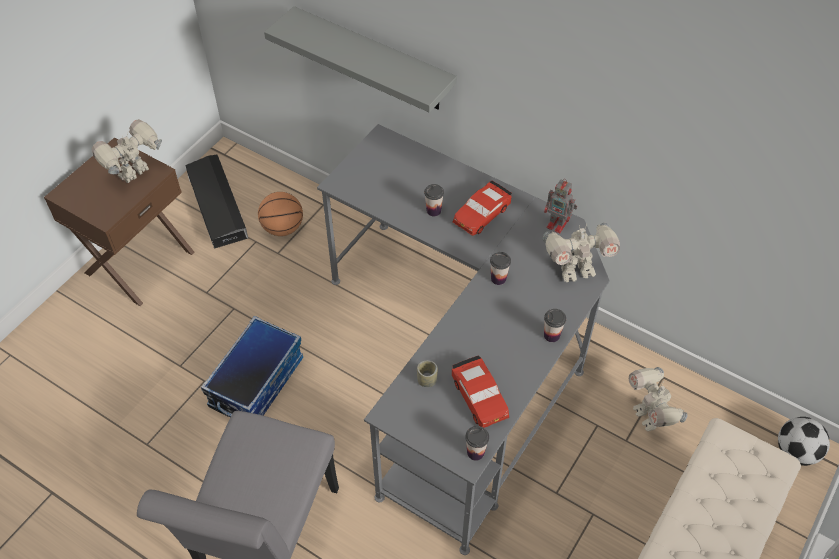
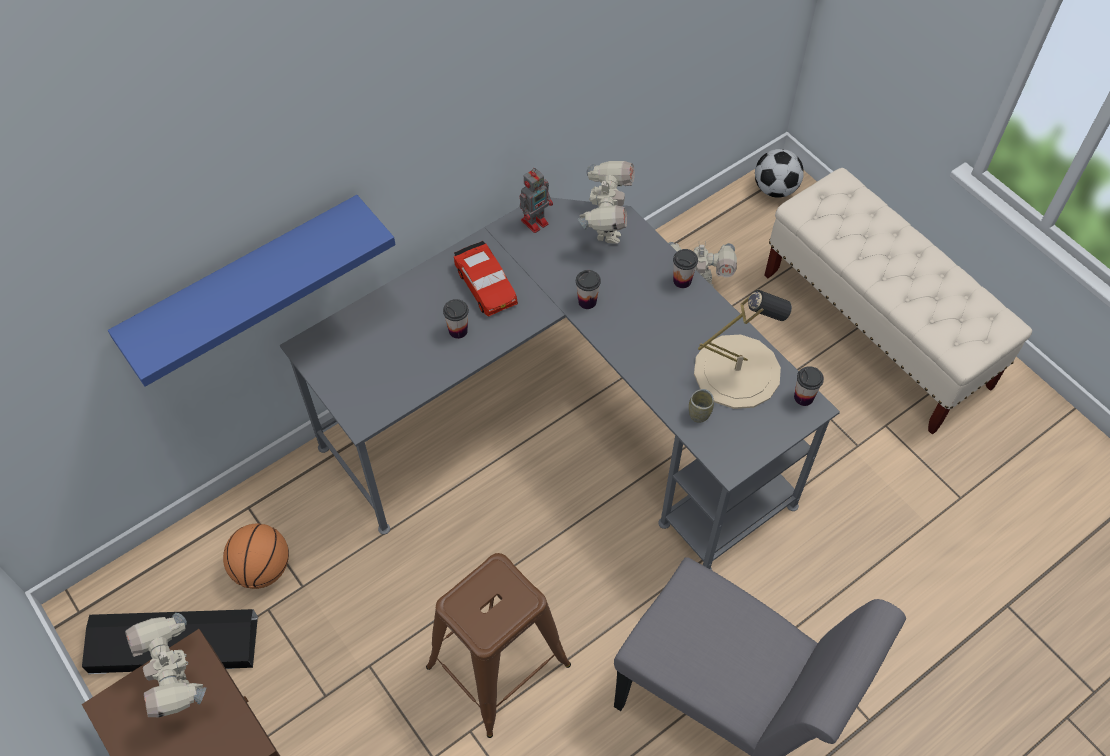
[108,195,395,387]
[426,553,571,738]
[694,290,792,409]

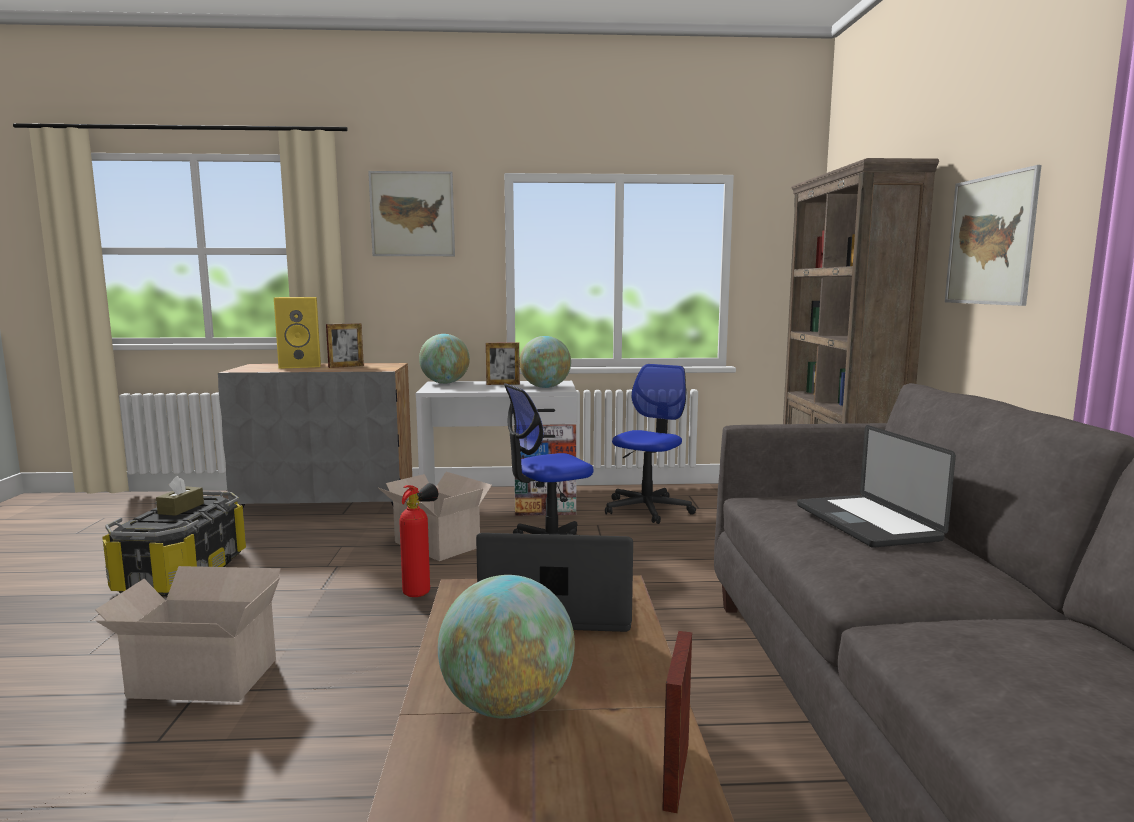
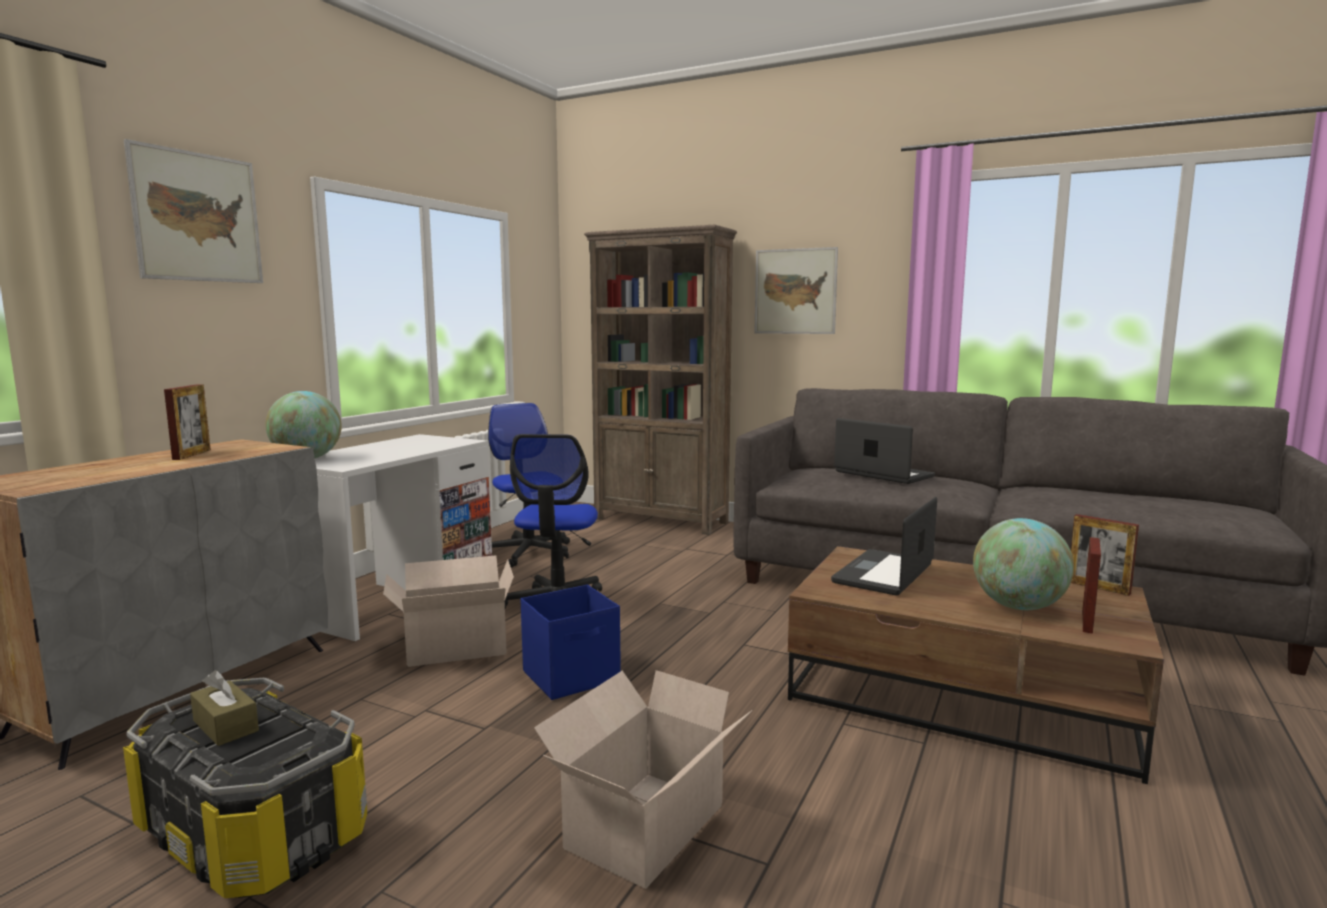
[521,585,621,700]
[834,418,935,484]
[1082,537,1101,634]
[274,297,321,369] (first image)
[519,336,571,388] (first image)

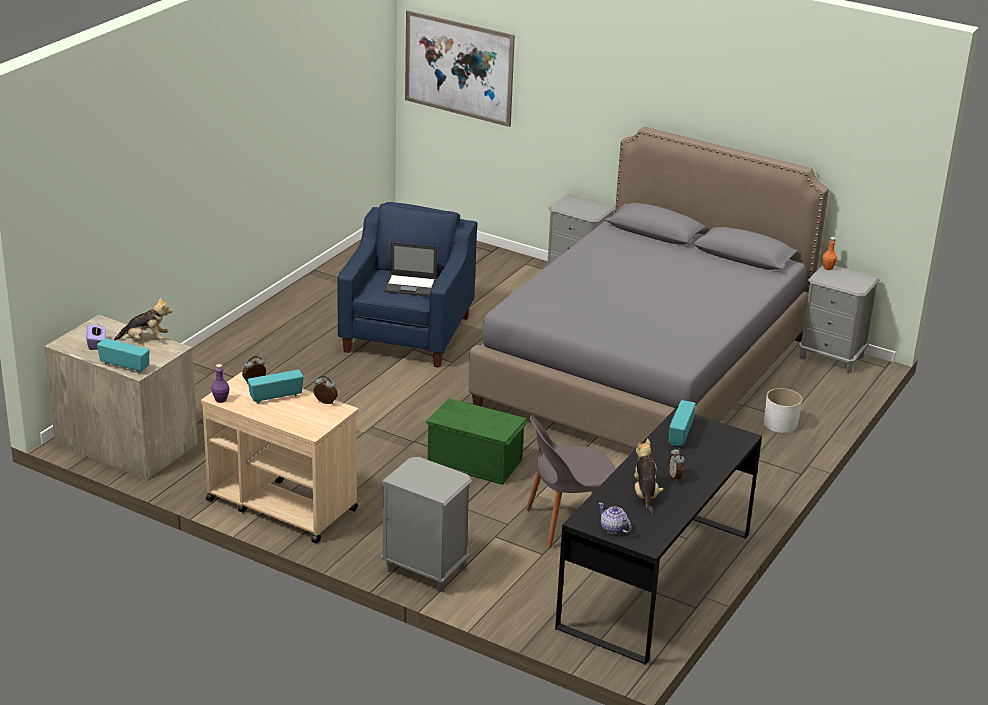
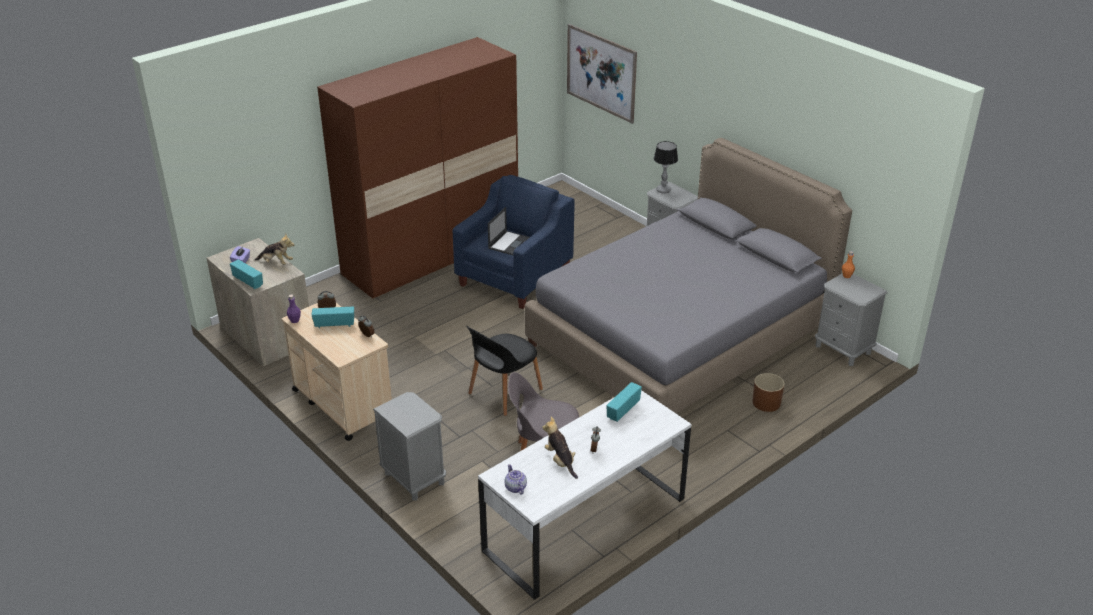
[317,37,518,299]
[466,326,543,416]
[478,390,692,600]
[488,207,530,255]
[542,416,578,479]
[654,141,678,194]
[752,373,785,412]

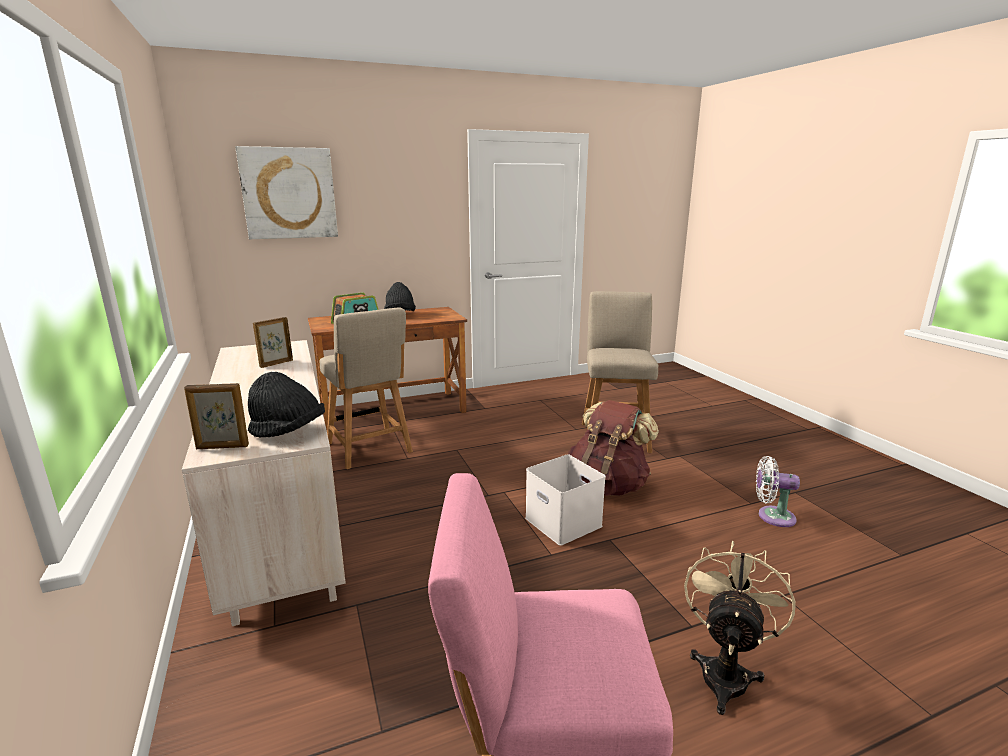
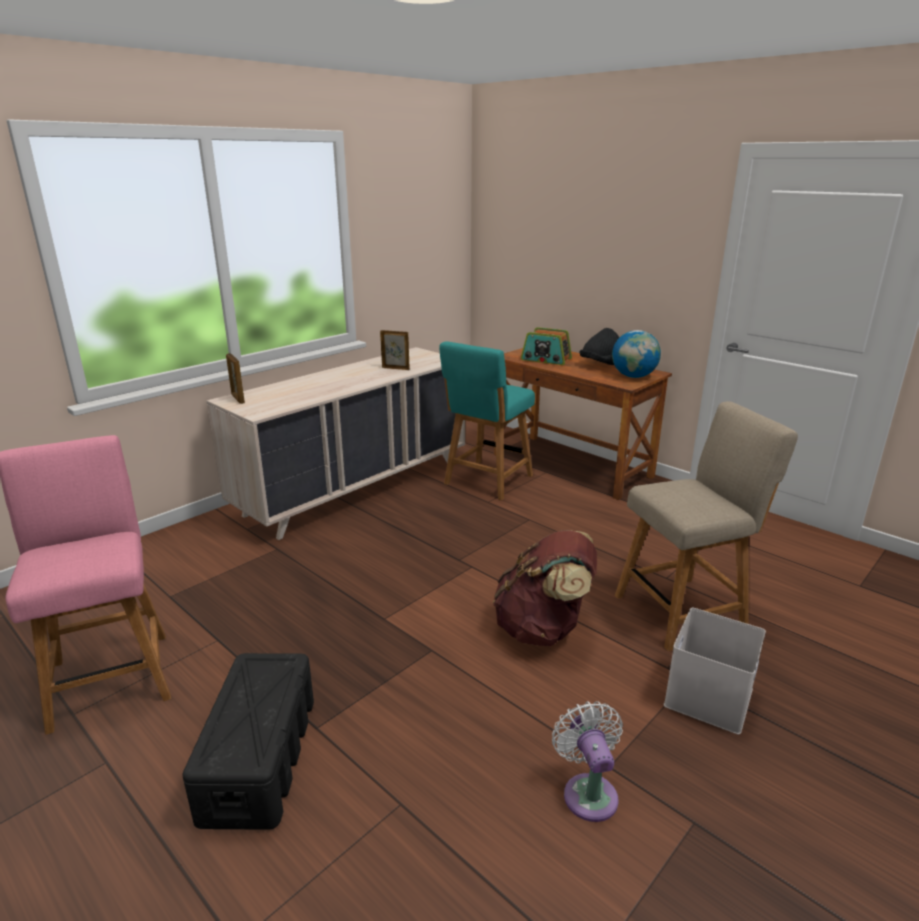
[183,653,314,830]
[439,341,535,500]
[612,330,661,378]
[664,608,766,734]
[235,146,338,239] (first image)
[248,372,325,438] (first image)

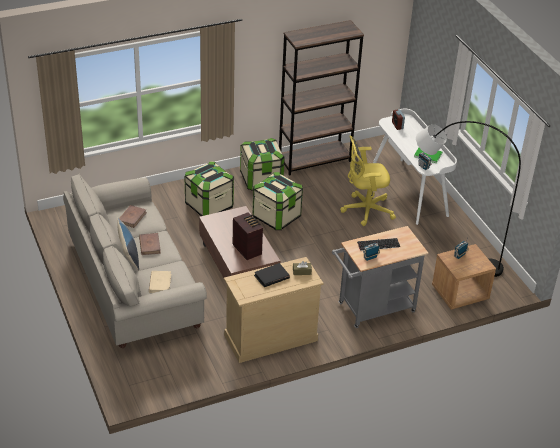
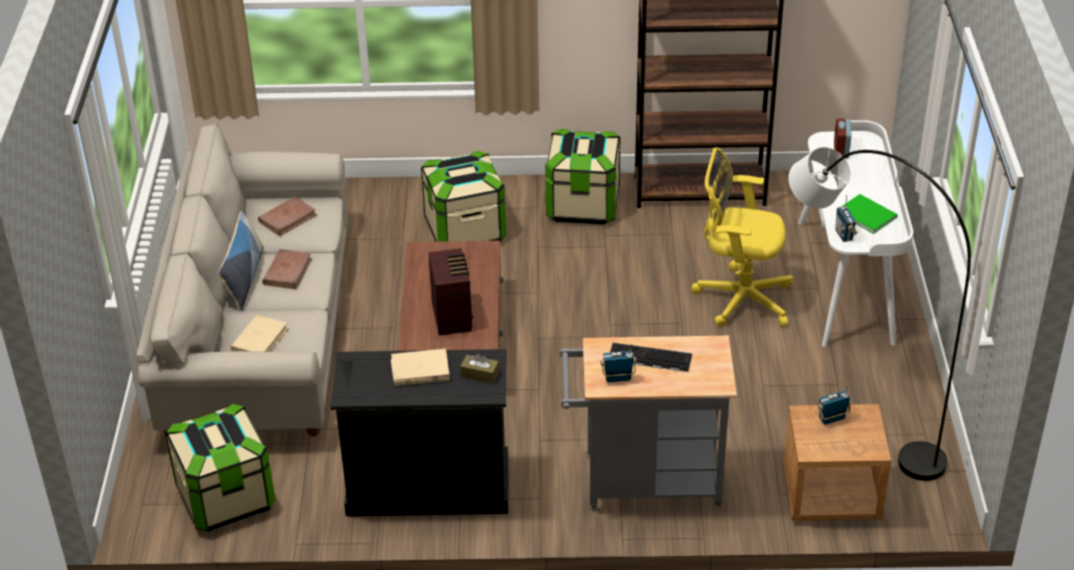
[165,404,275,531]
[331,349,508,516]
[391,349,450,386]

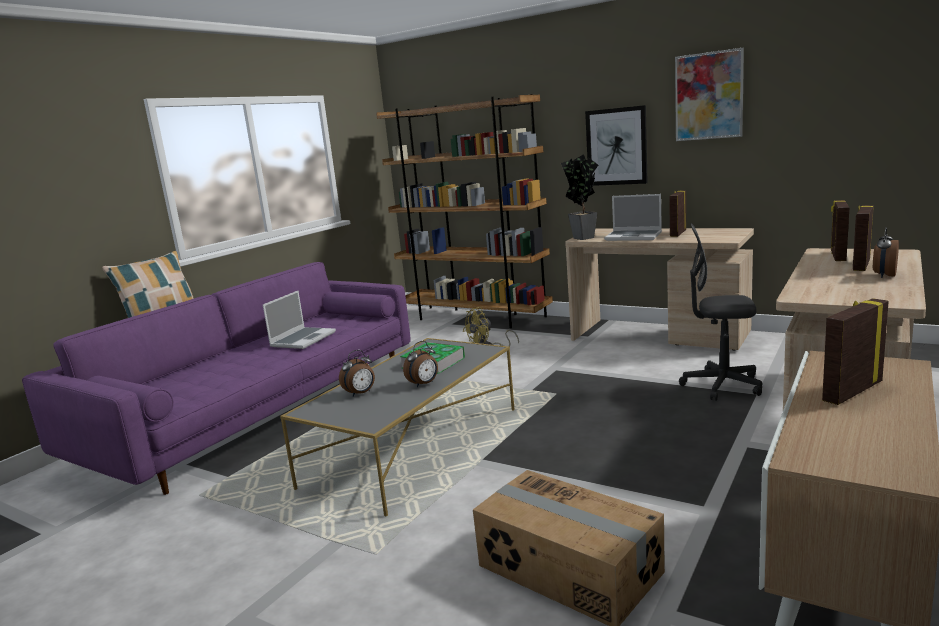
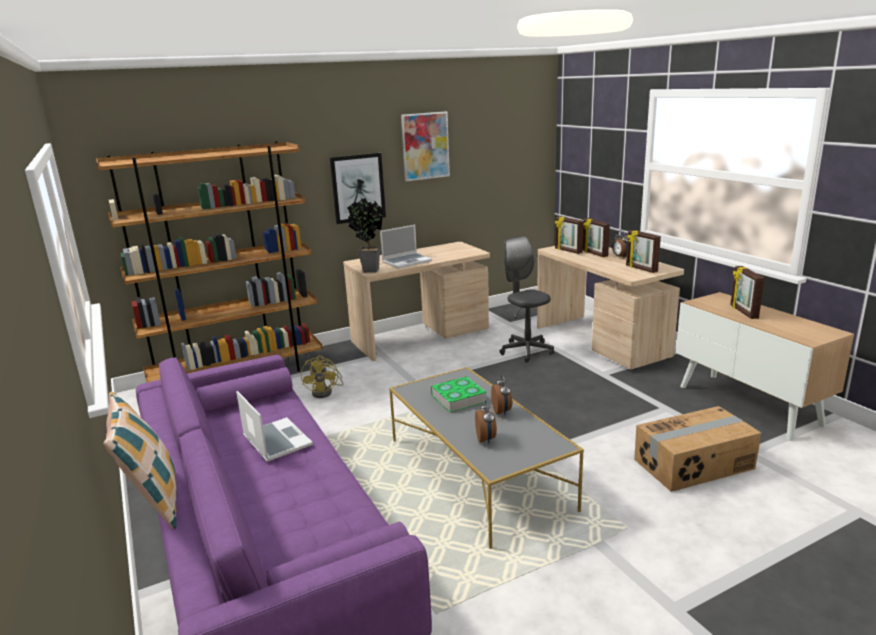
[500,236,554,363]
[626,230,661,273]

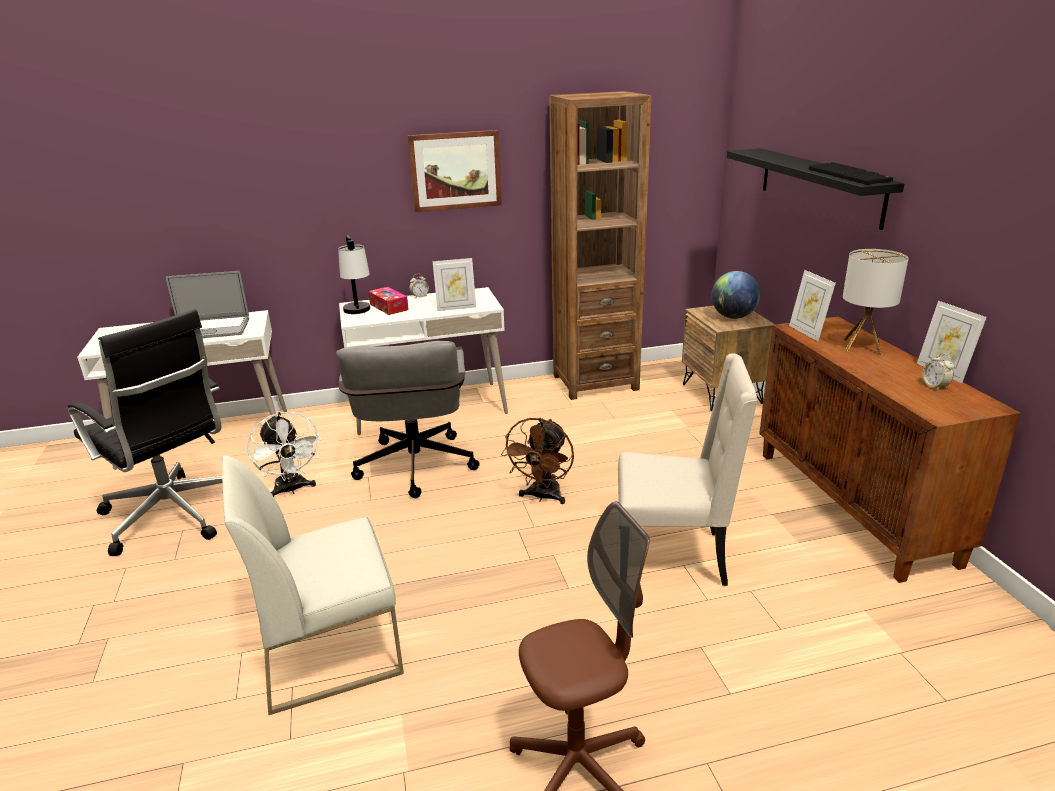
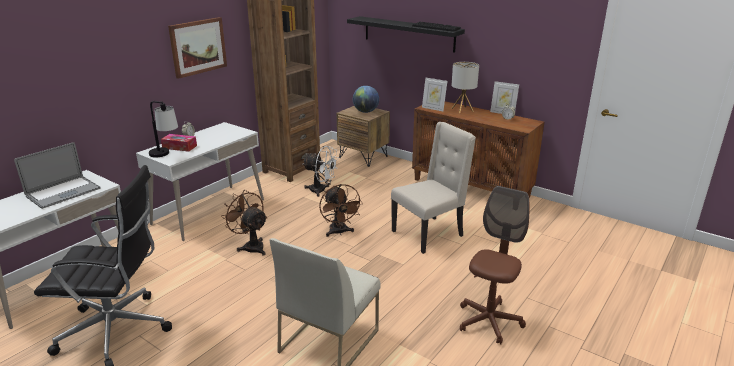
[221,190,267,256]
[303,146,339,197]
[433,258,476,311] (first image)

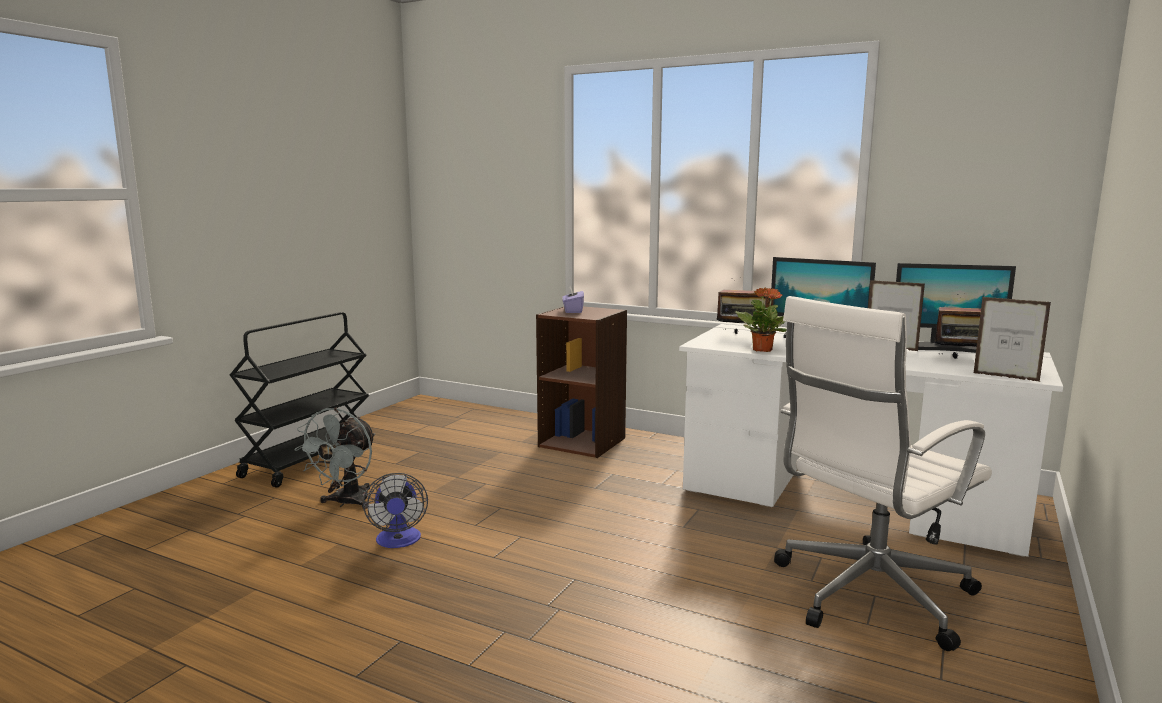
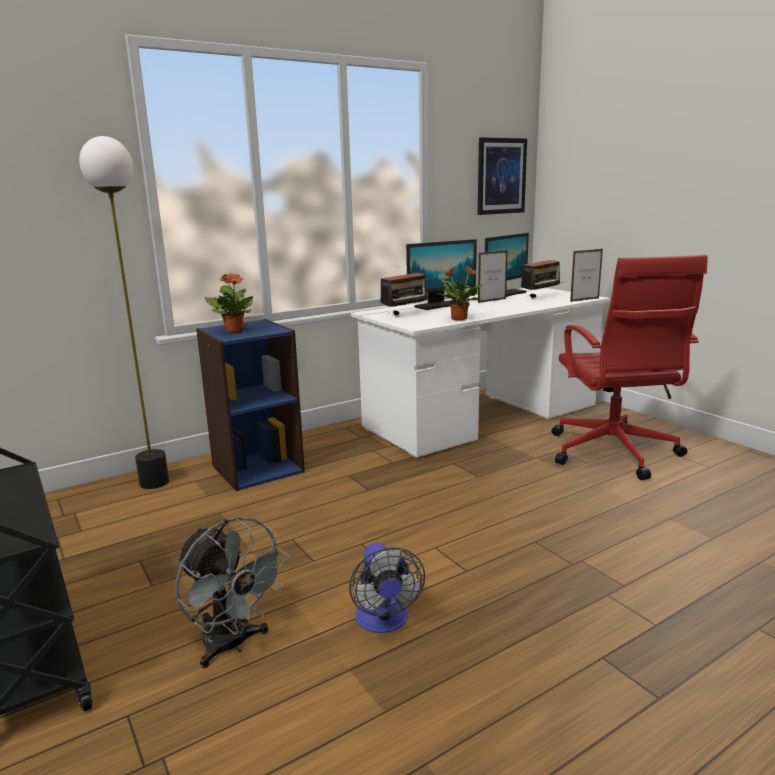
[79,136,169,489]
[196,319,305,491]
[205,273,253,333]
[349,543,425,633]
[478,137,527,215]
[552,255,708,480]

